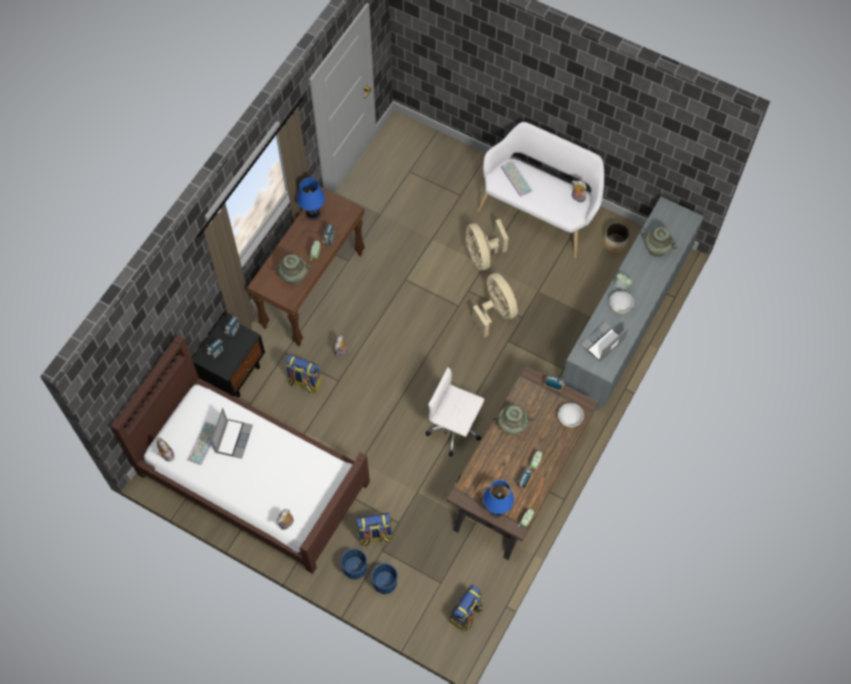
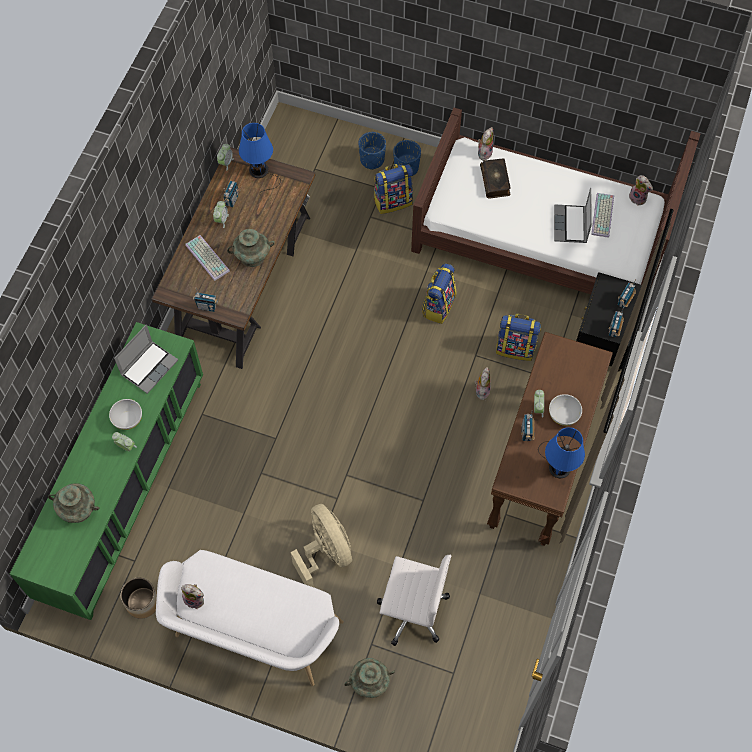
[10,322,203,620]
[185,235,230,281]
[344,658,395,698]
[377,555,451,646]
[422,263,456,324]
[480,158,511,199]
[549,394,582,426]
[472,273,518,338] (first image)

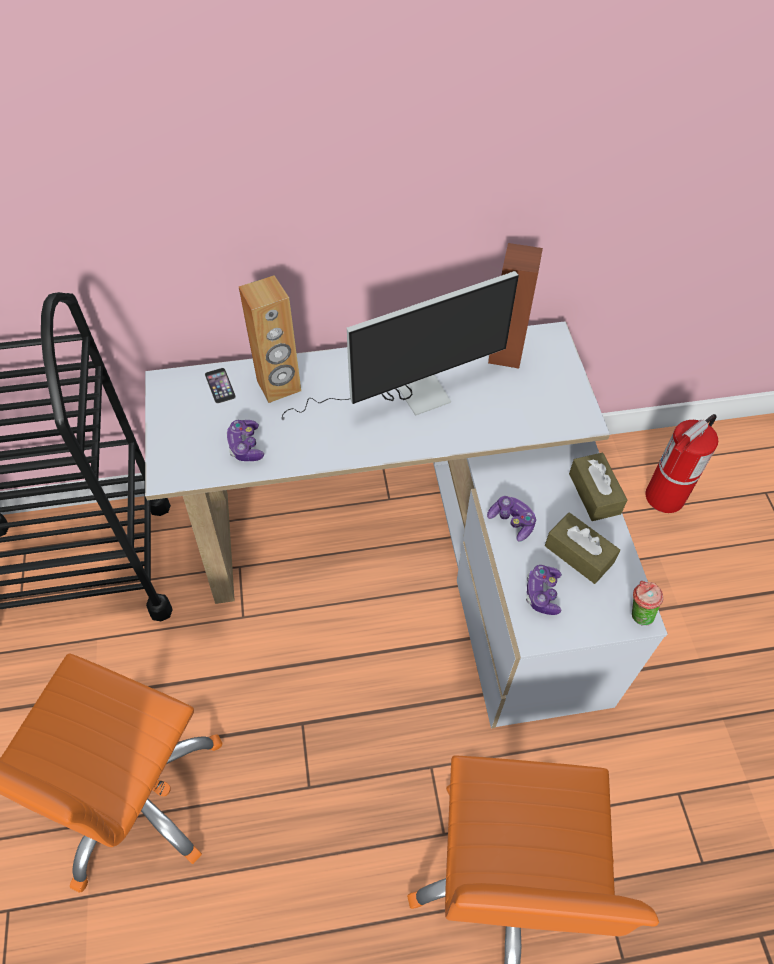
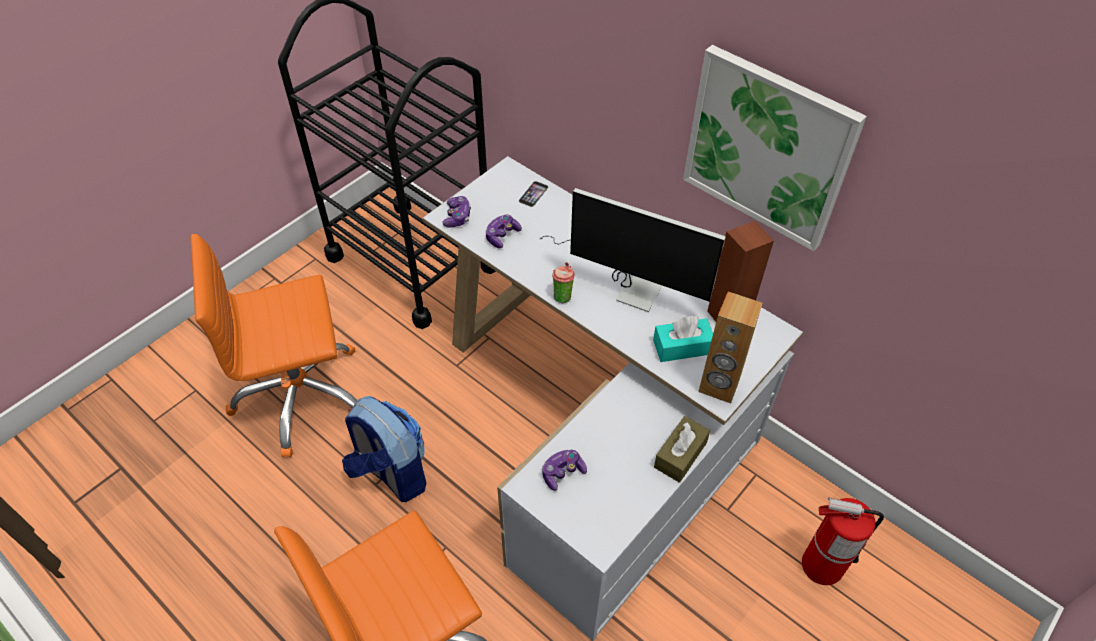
[342,396,426,502]
[442,196,471,228]
[552,262,575,303]
[653,316,713,362]
[683,45,867,251]
[698,292,762,404]
[545,512,620,584] (first image)

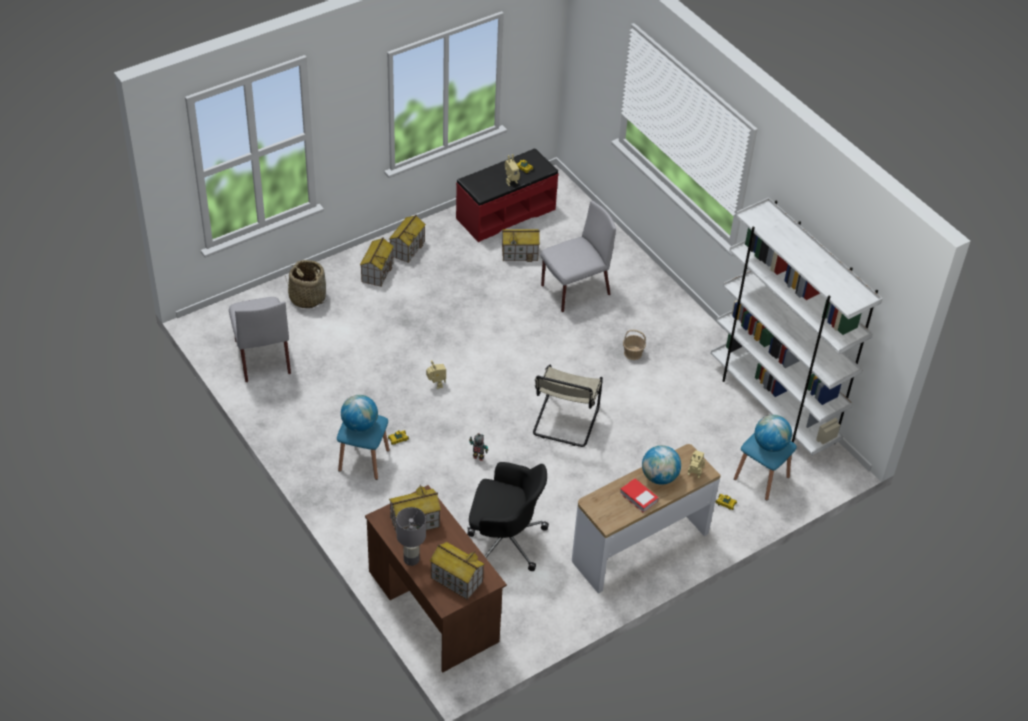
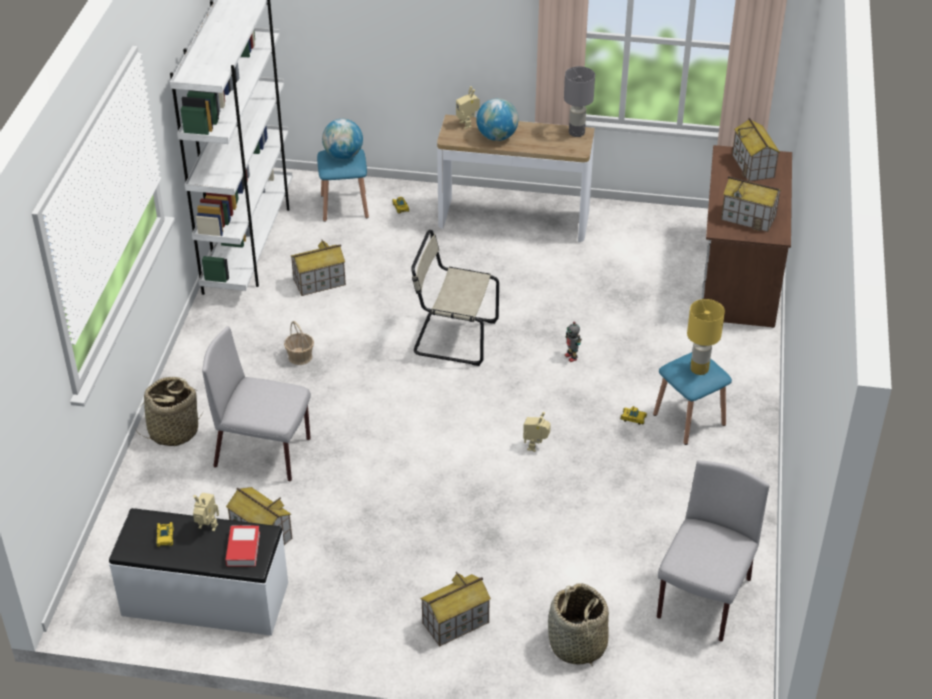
[109,508,288,636]
[135,377,203,446]
[225,526,260,566]
[291,239,346,296]
[411,230,499,366]
[564,66,595,137]
[687,299,725,375]
[467,462,549,571] (first image)

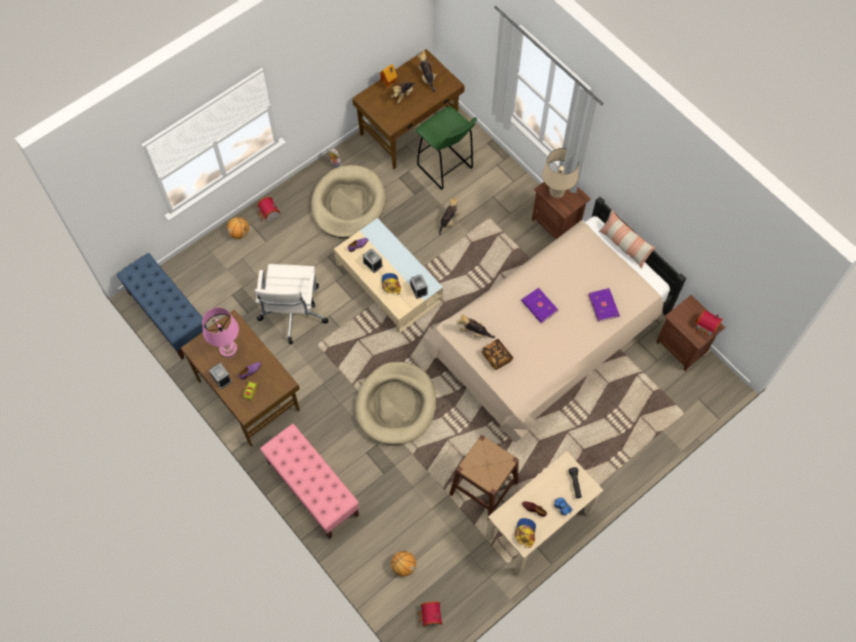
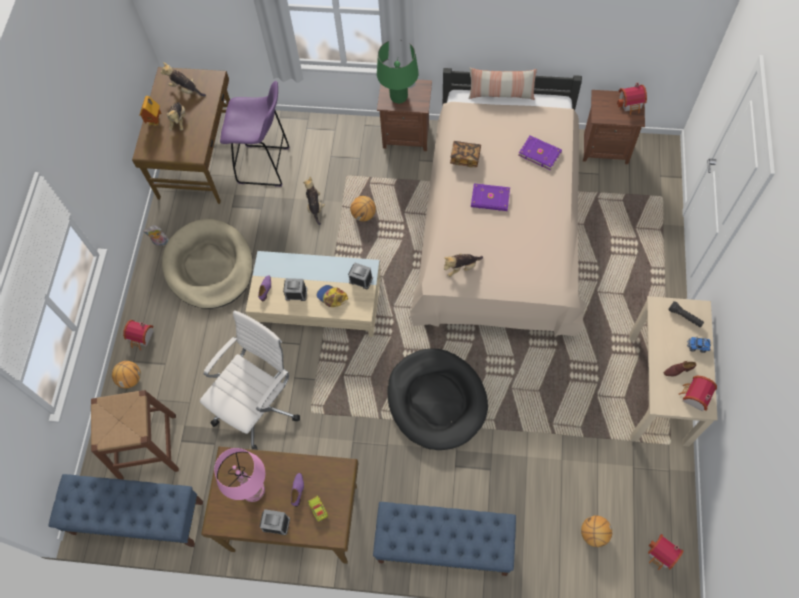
[91,390,179,480]
[200,310,300,450]
[220,81,290,187]
[350,196,376,221]
[373,502,516,576]
[377,41,419,104]
[387,348,488,450]
[450,141,481,168]
[679,376,717,411]

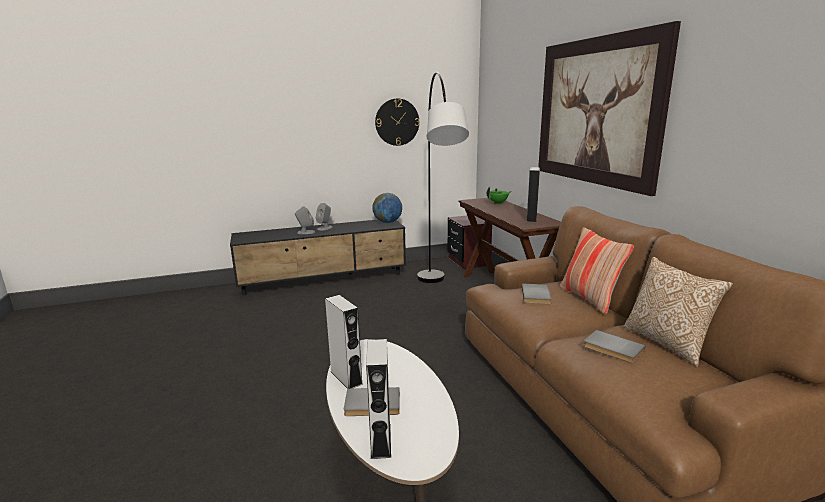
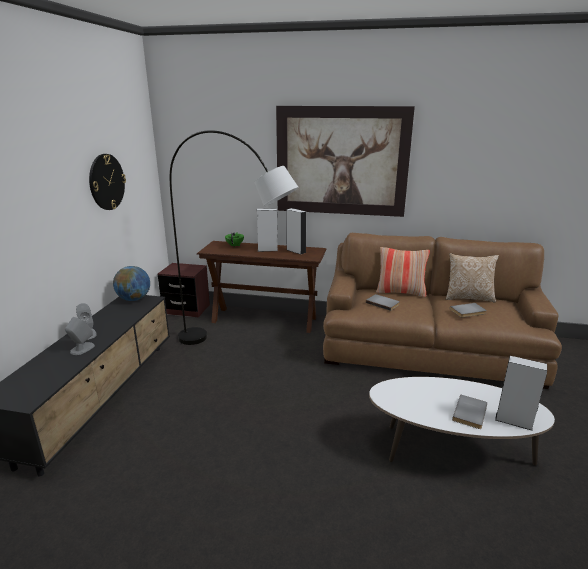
[257,208,278,252]

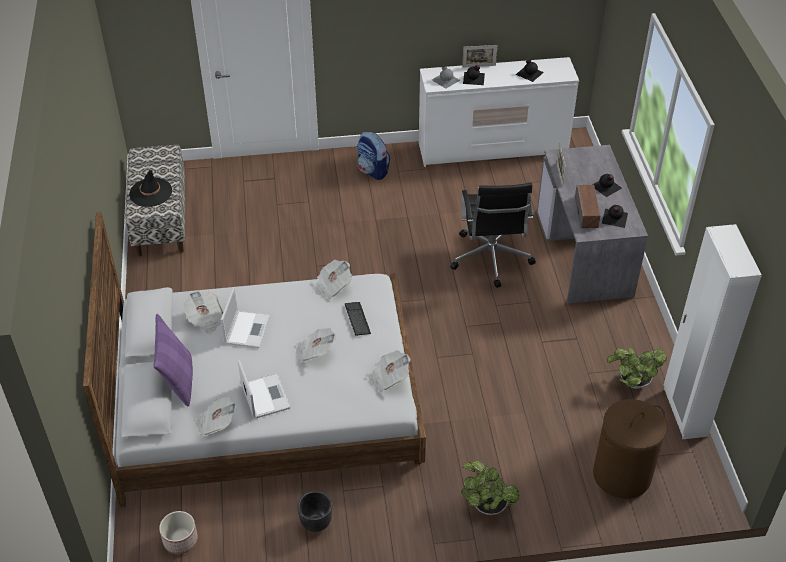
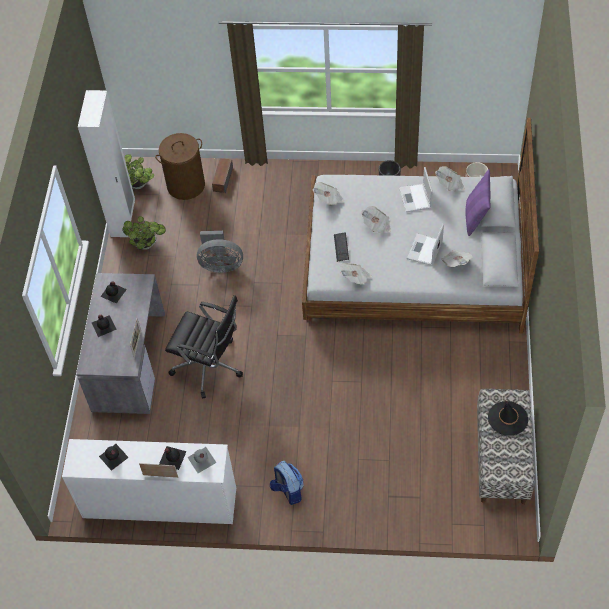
[124,154,154,189]
[165,295,243,399]
[197,231,243,273]
[212,158,233,193]

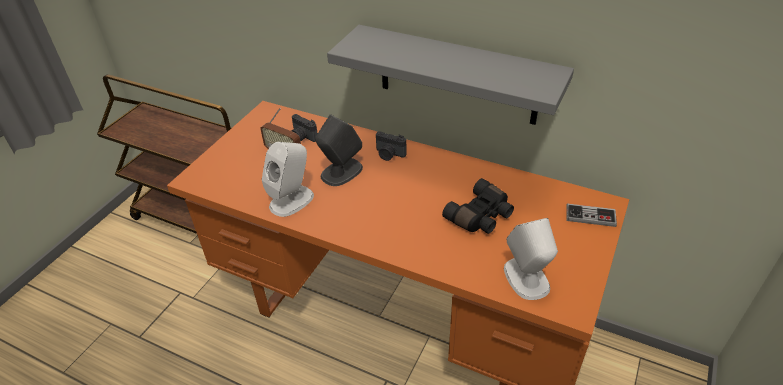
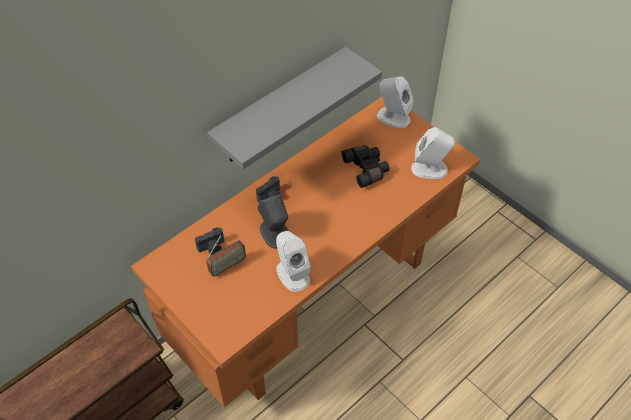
[377,76,413,128]

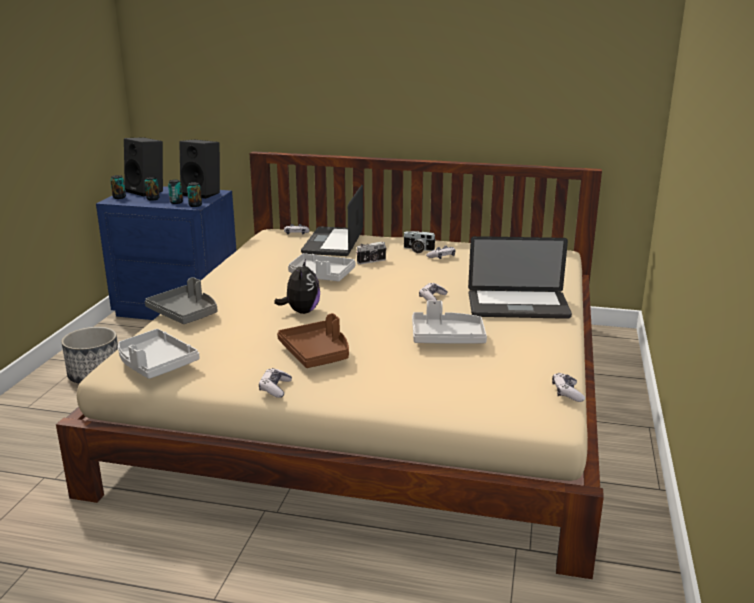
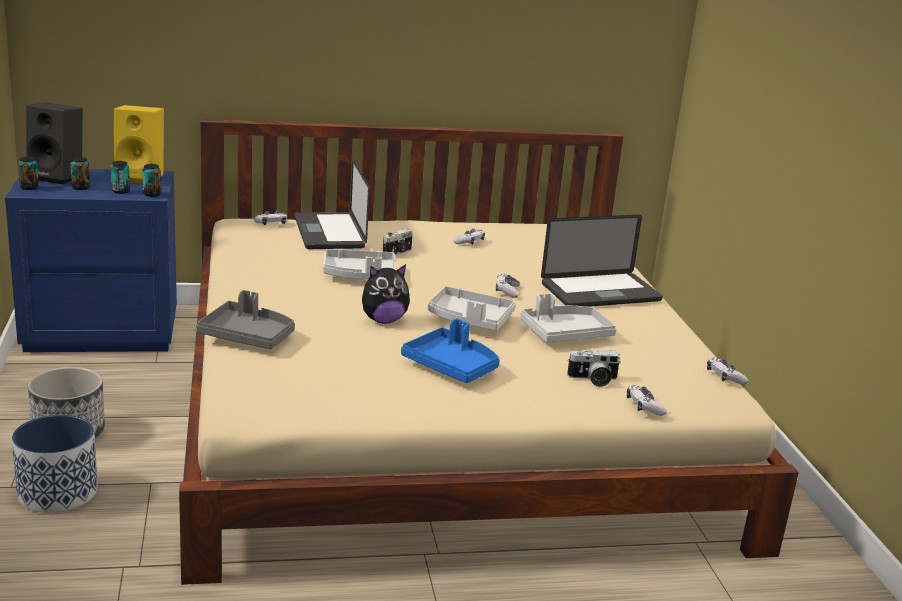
[12,415,97,513]
[114,105,164,183]
[362,264,410,324]
[401,318,500,383]
[428,286,516,331]
[567,349,621,387]
[627,385,667,416]

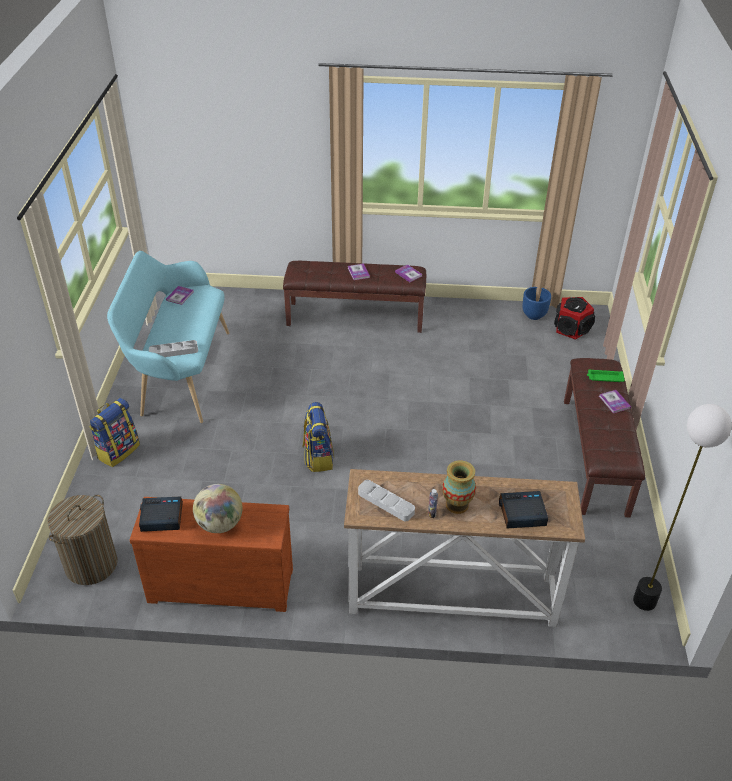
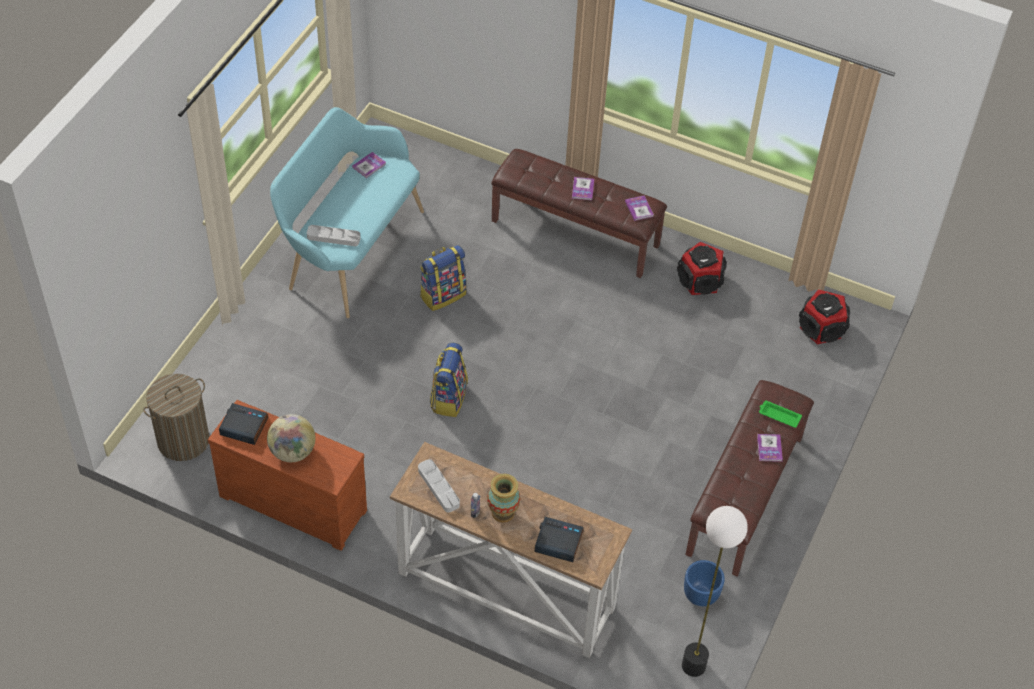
[420,245,467,311]
[677,242,727,295]
[684,560,725,606]

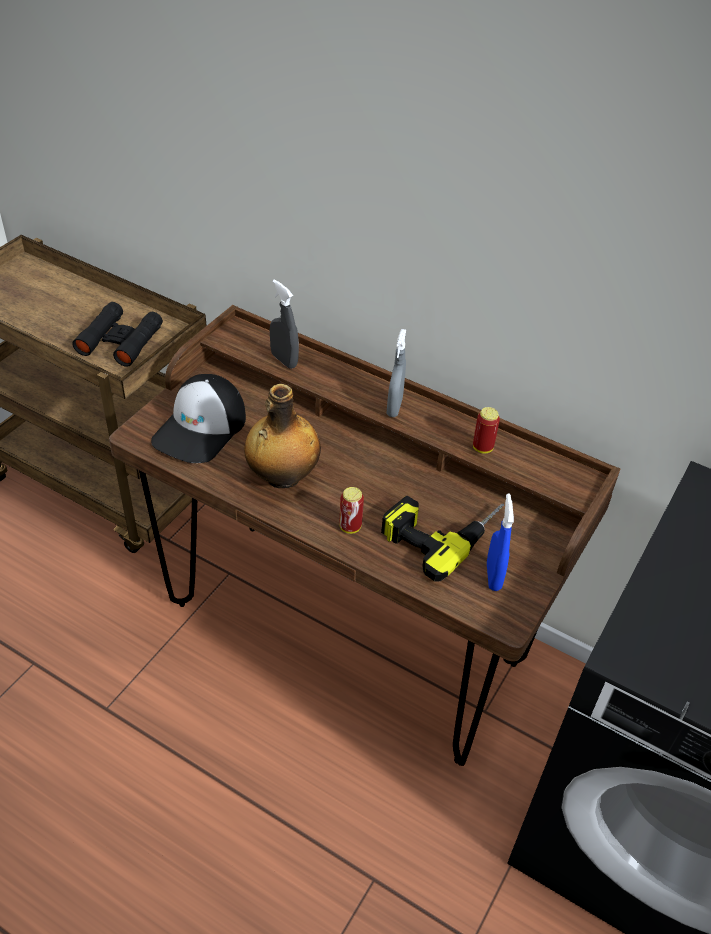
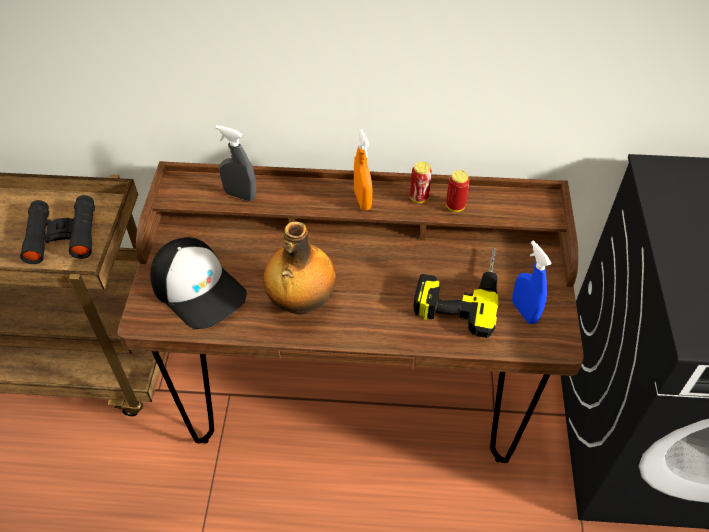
[150,237,247,329]
[354,129,372,210]
[410,162,432,203]

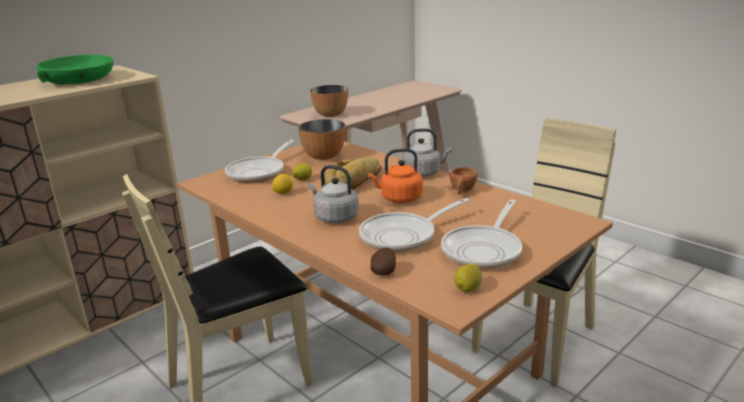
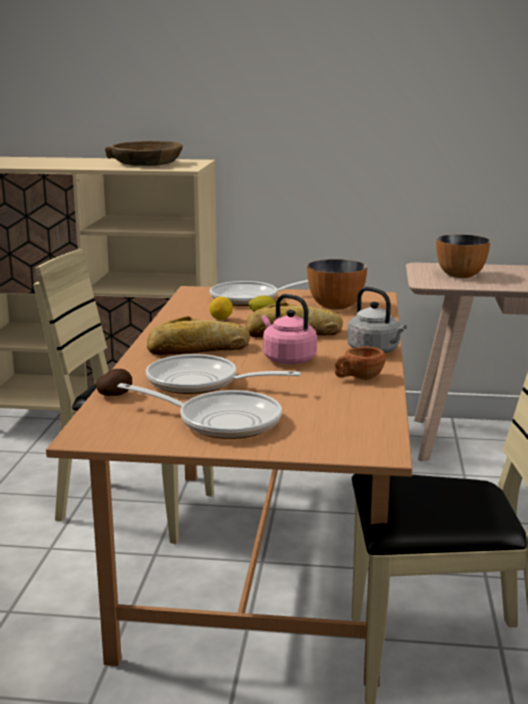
[105,141,183,166]
[117,383,282,439]
[147,316,250,355]
[261,294,317,364]
[454,264,482,292] (first image)

